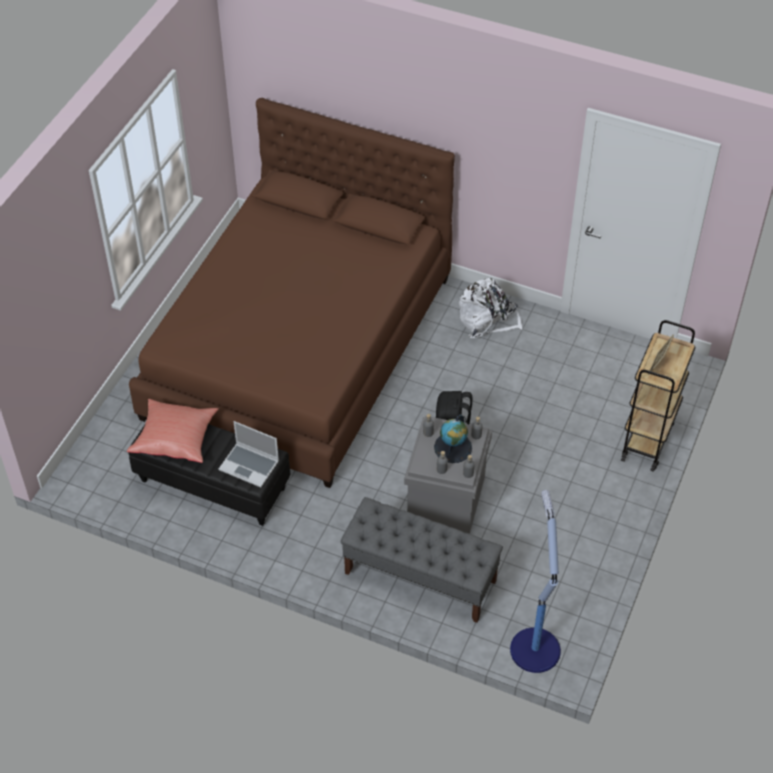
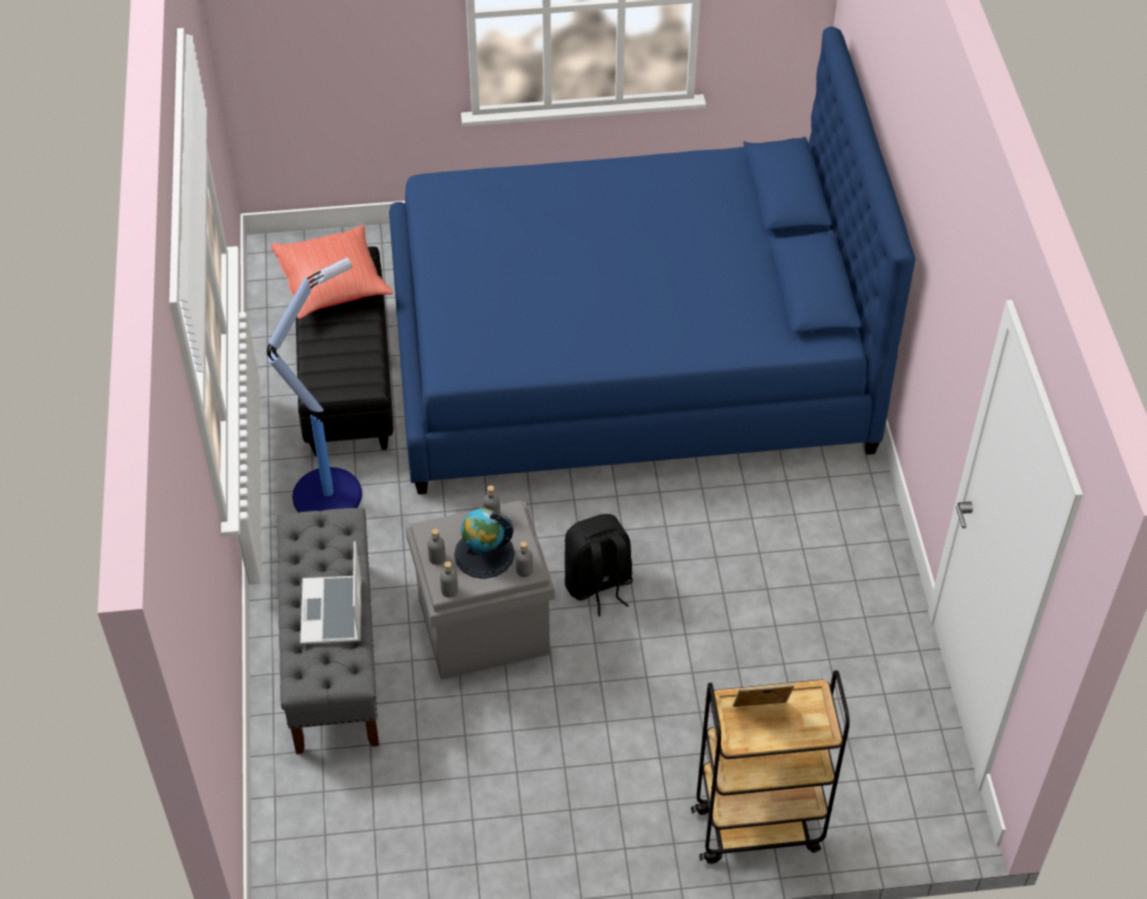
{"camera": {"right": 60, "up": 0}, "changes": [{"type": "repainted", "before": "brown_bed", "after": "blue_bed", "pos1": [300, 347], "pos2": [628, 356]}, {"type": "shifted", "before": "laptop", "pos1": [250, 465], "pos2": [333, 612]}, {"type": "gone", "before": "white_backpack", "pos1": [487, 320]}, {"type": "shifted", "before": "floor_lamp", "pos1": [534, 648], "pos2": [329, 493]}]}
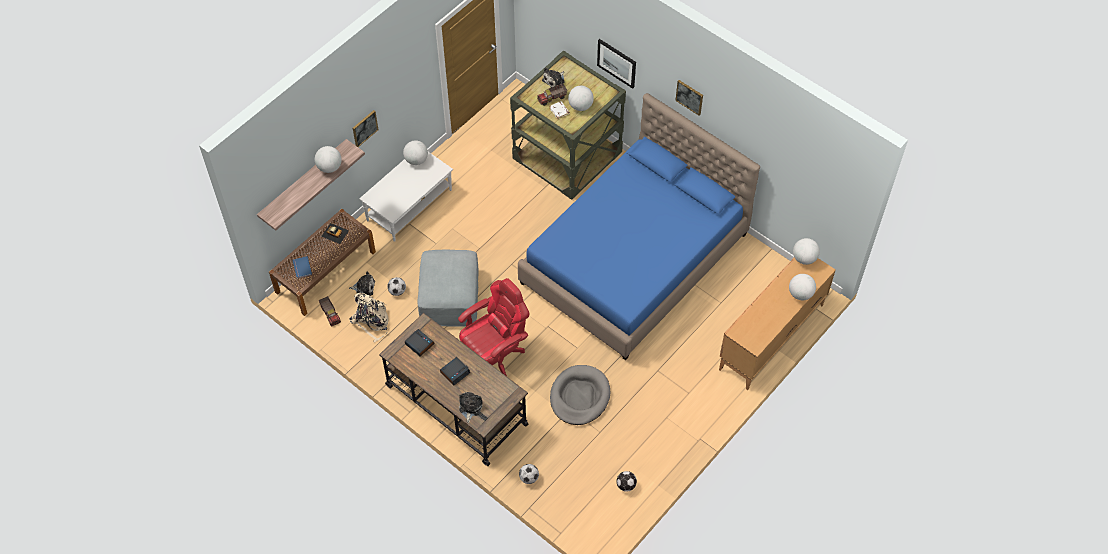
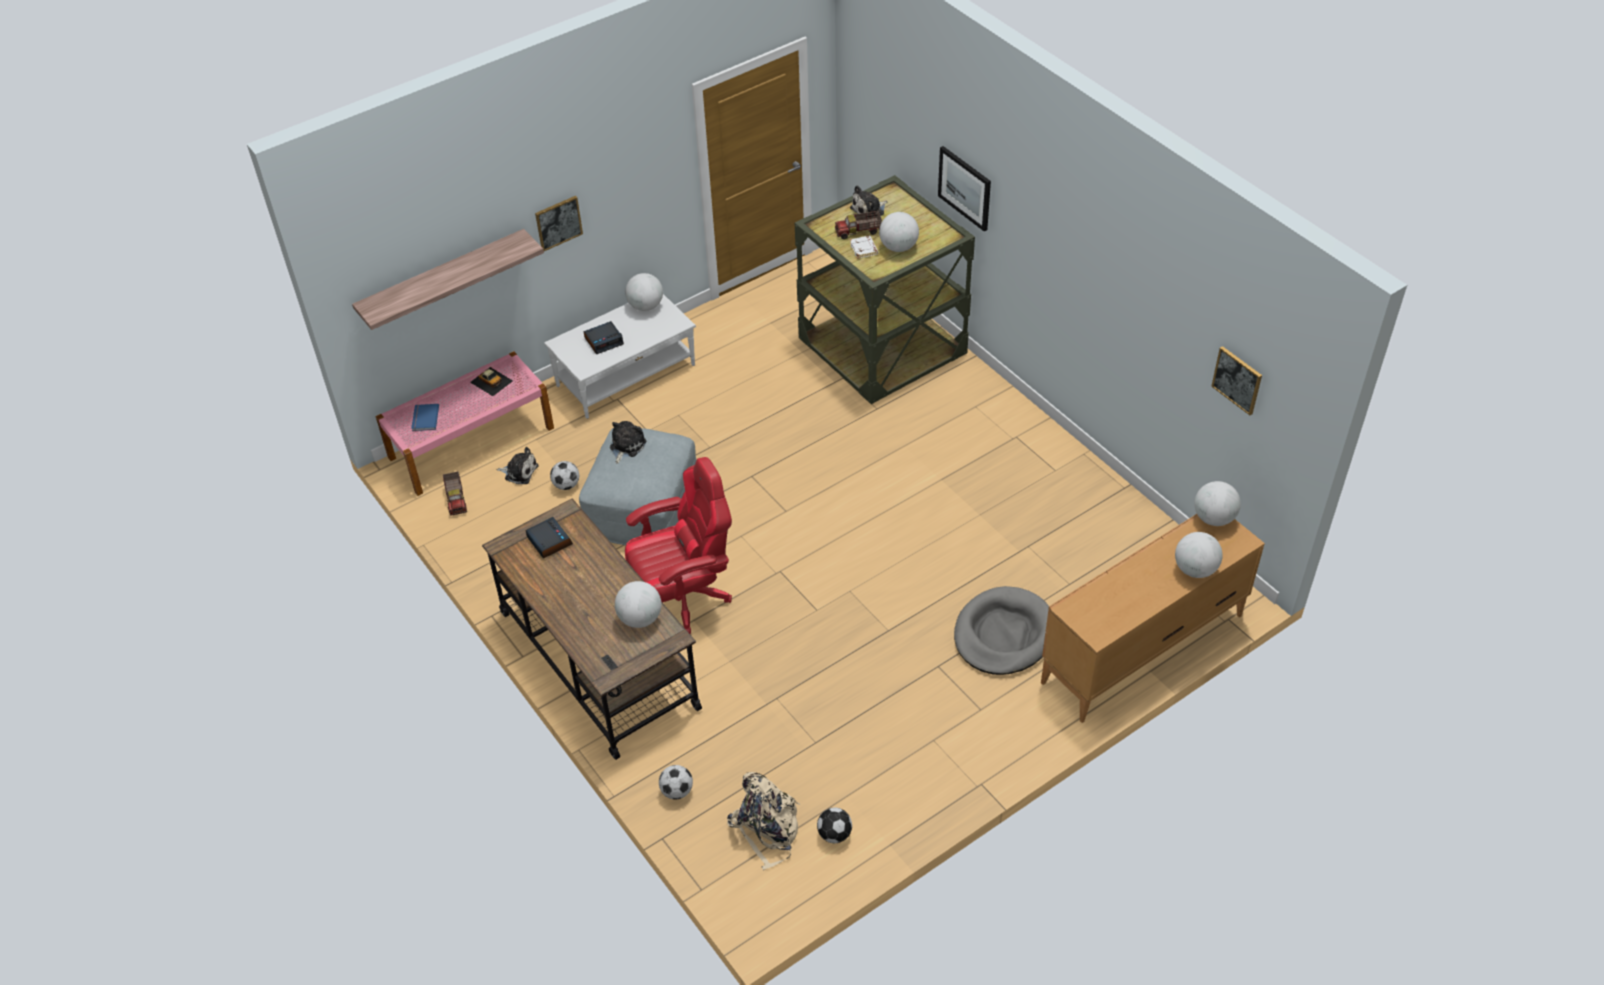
{"camera": {"right": 15, "up": -10}, "changes": [{"type": "repainted", "before": "brown_bench", "after": "pink_bench", "pos1": [325, 271], "pos2": [471, 442]}, {"type": "shifted", "before": "globe", "pos1": [329, 167], "pos2": [640, 618]}, {"type": "shifted", "before": "beige_backpack", "pos1": [371, 321], "pos2": [767, 829]}, {"type": "shifted", "before": "alarm_clock", "pos1": [455, 372], "pos2": [604, 341]}, {"type": "shifted", "before": "plush_toy", "pos1": [470, 407], "pos2": [626, 446]}, {"type": "gone", "before": "blue_bed", "pos1": [634, 258]}, {"type": "shifted", "before": "grey_dog_bed", "pos1": [579, 396], "pos2": [1003, 634]}, {"type": "shifted", "before": "picture", "pos1": [689, 97], "pos2": [1237, 380]}]}
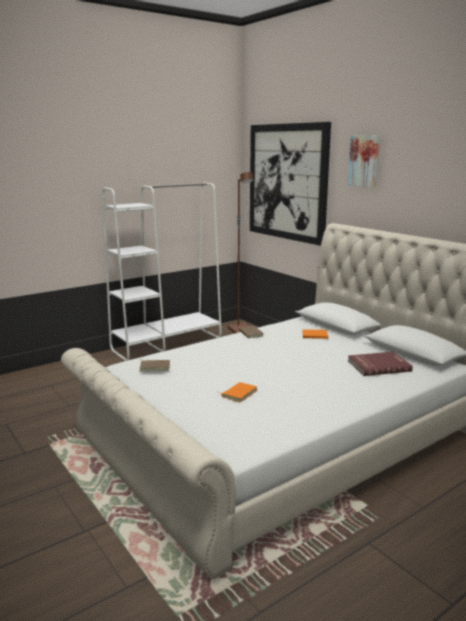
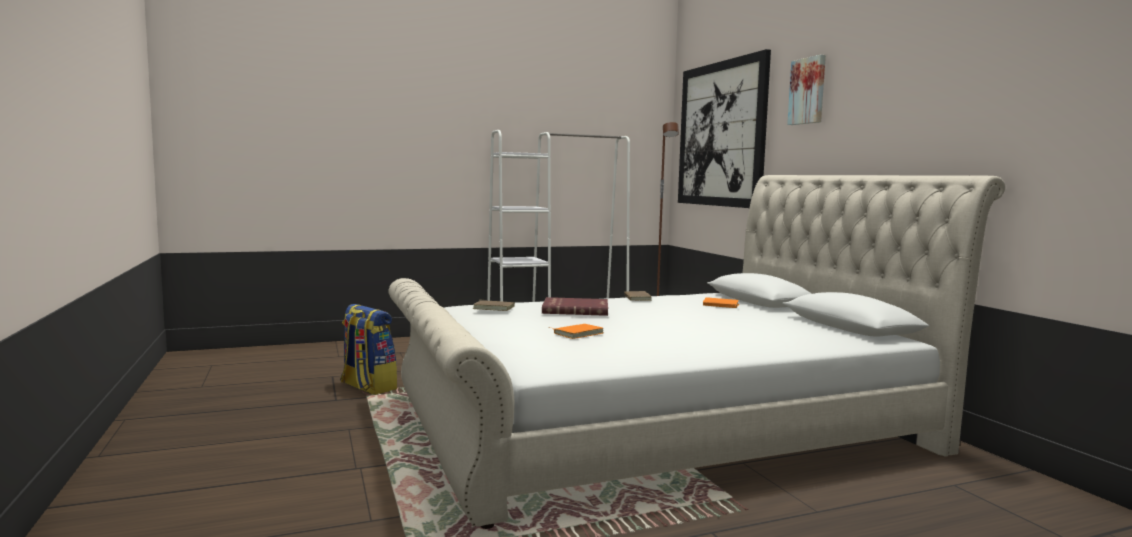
{"camera": {"right": 15, "up": -10}, "changes": [{"type": "shifted", "before": "red_book", "pos1": [378, 365], "pos2": [575, 309]}, {"type": "new", "after": "backpack", "pos2": [367, 387]}]}
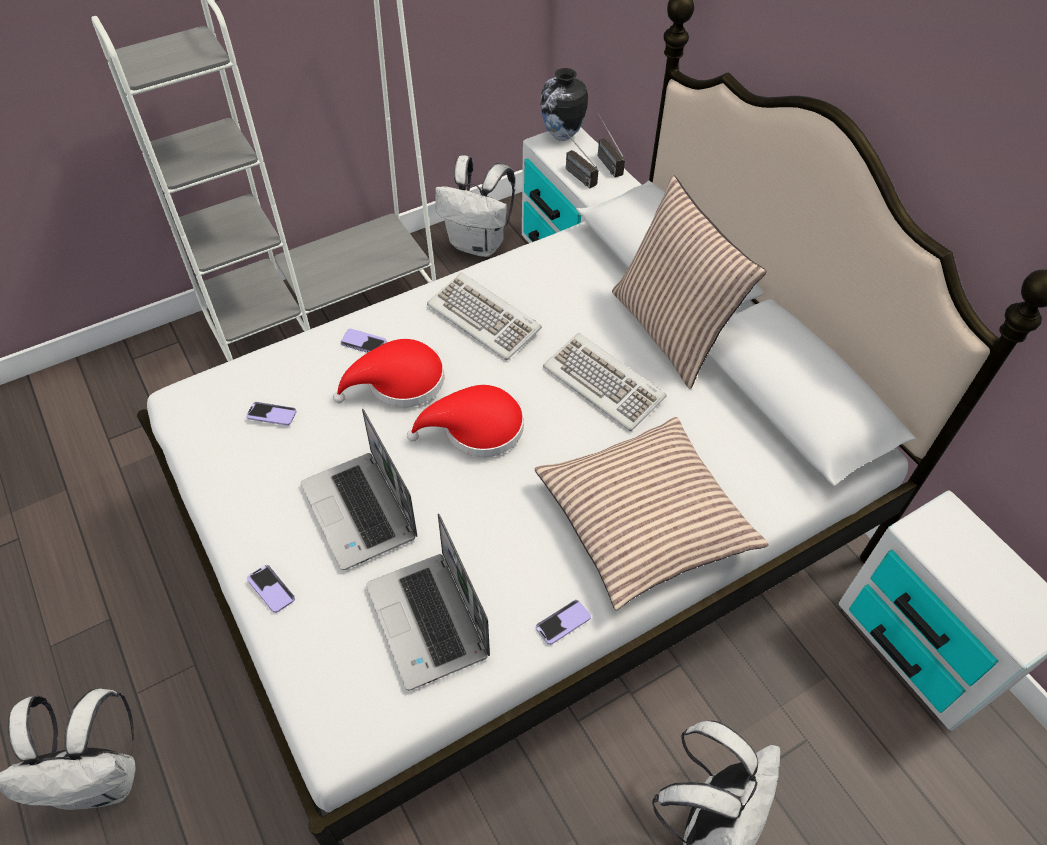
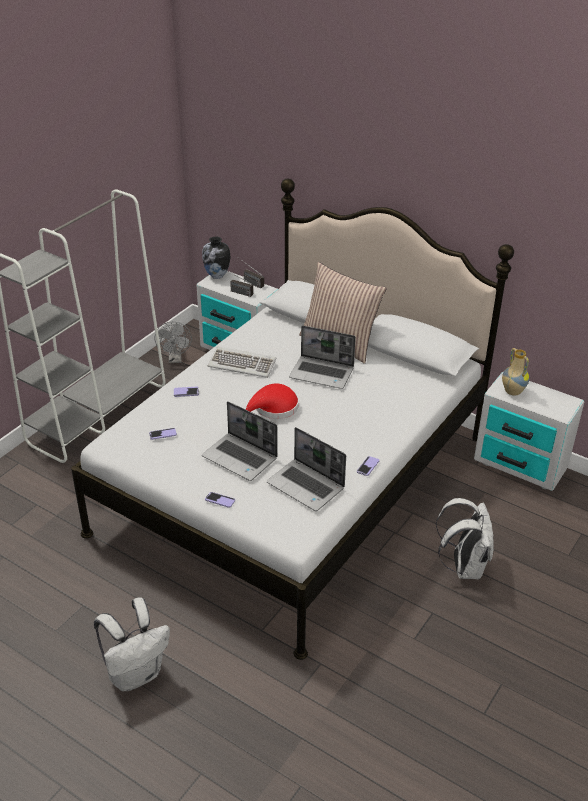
{"camera": {"right": -25, "up": -15}, "changes": [{"type": "gone", "before": "red_hat", "pos1": [399, 382]}, {"type": "swapped", "before": "white_backpack", "after": "grey_fan", "pos1": [478, 244], "pos2": [175, 359]}, {"type": "gone", "before": "pillow", "pos1": [645, 520]}, {"type": "swapped", "before": "keyboard", "after": "laptop", "pos1": [604, 383], "pos2": [322, 373]}, {"type": "new", "after": "vase", "pos2": [512, 392]}]}
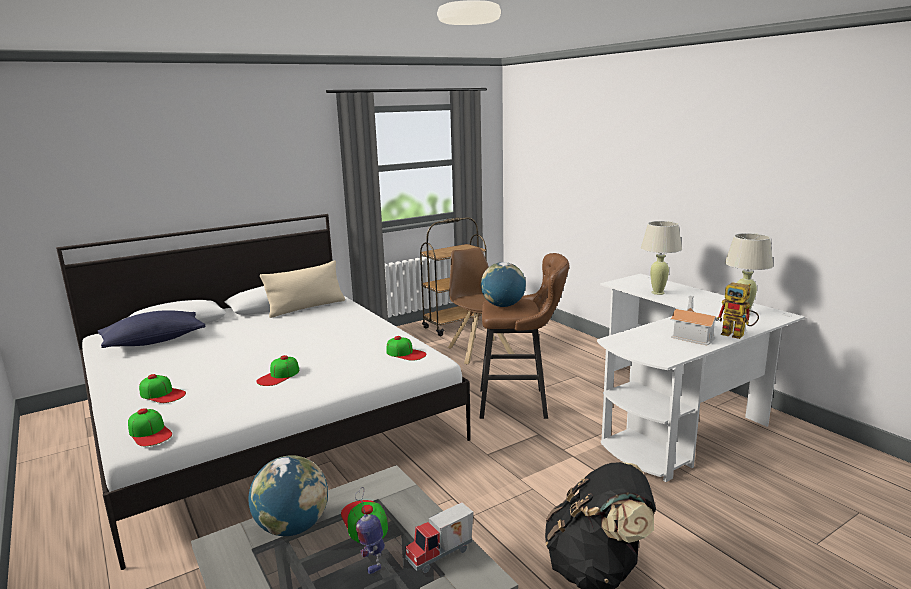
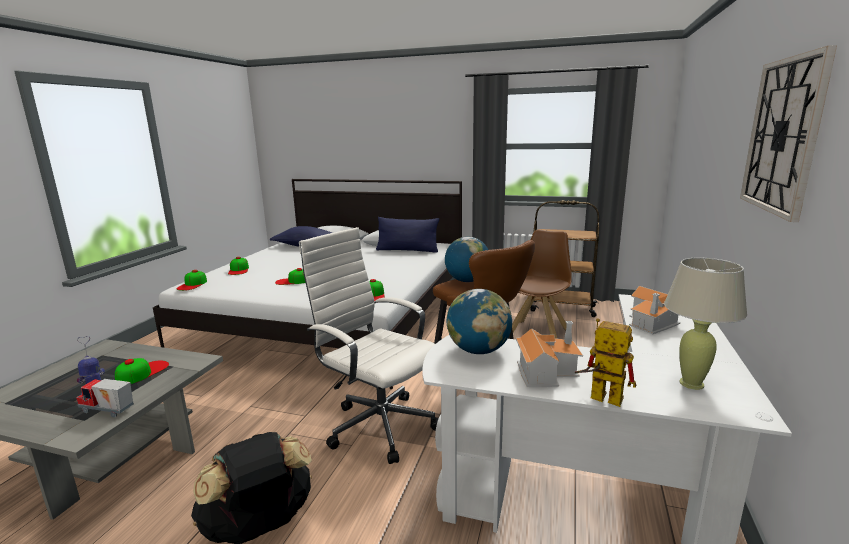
{"camera": {"right": 50, "up": 0}, "changes": [{"type": "shifted", "before": "globe", "pos1": [292, 527], "pos2": [478, 350]}, {"type": "repainted", "before": "beige_pillow", "after": "blue_pillow", "pos1": [306, 307], "pos2": [407, 250]}, {"type": "swapped", "before": "beige_table_lamp", "after": "toy_house", "pos1": [658, 293], "pos2": [652, 323]}, {"type": "rotated", "before": "toy_robot", "pos1": [738, 335], "pos2": [598, 397], "turn": 120}, {"type": "new", "after": "white_office_chair", "pos2": [378, 424]}, {"type": "new", "after": "wall_clock", "pos2": [783, 136]}]}
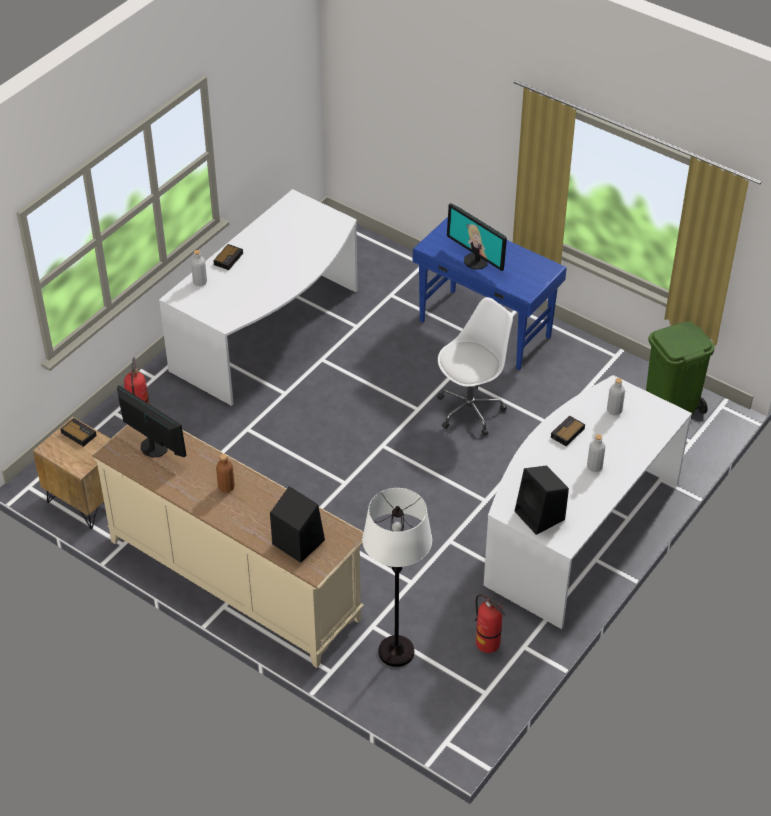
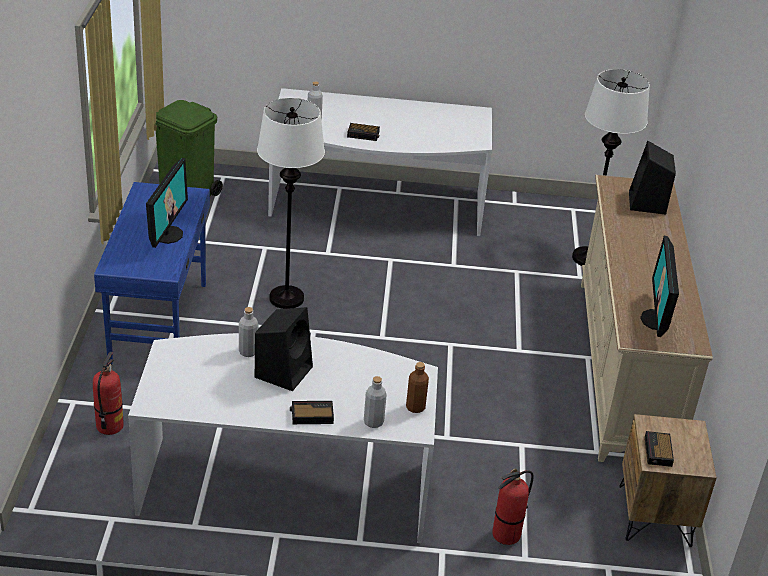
{"camera": {"right": -125, "up": -10}, "changes": [{"type": "shifted", "before": "brown_bottle", "pos1": [226, 487], "pos2": [415, 407]}, {"type": "swapped", "before": "white_office_chair", "after": "white_floor_lamp", "pos1": [471, 410], "pos2": [286, 298]}, {"type": "shifted", "before": "fire_extinguisher", "pos1": [488, 643], "pos2": [109, 426]}, {"type": "shifted", "before": "black_speaker", "pos1": [540, 516], "pos2": [284, 371]}, {"type": "shifted", "before": "grey_bottle", "pos1": [594, 467], "pos2": [248, 352]}]}
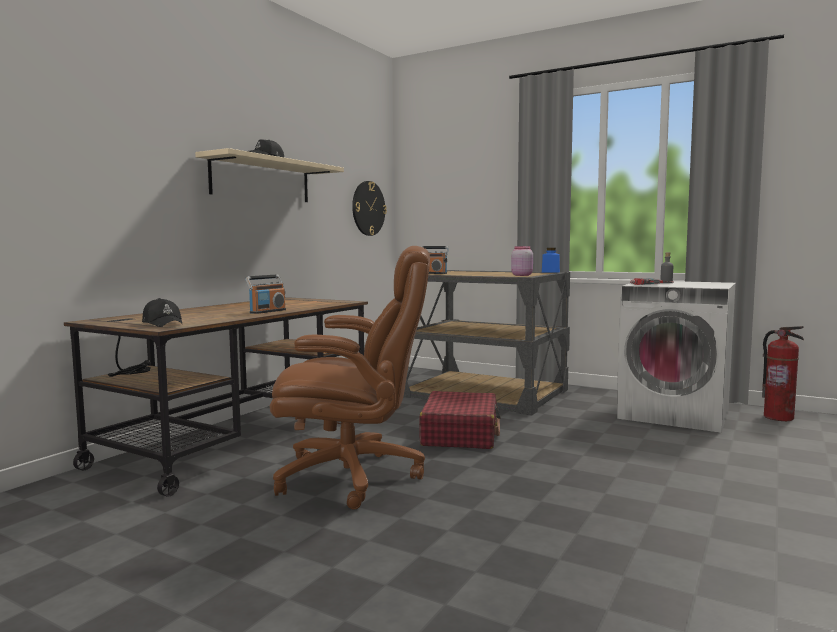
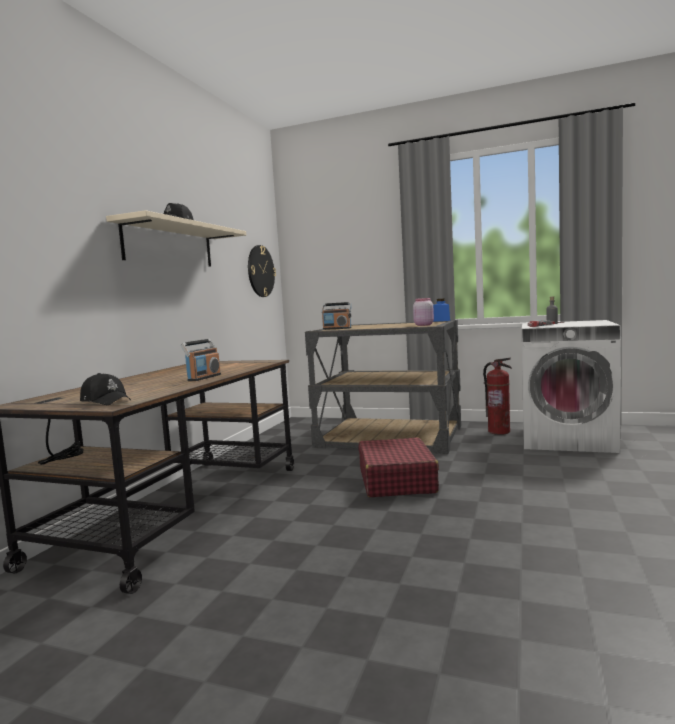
{"camera": {"right": -10, "up": 0}, "changes": [{"type": "gone", "before": "brown_office_chair", "pos1": [357, 479]}, {"type": "shifted", "before": "fire_extinguisher", "pos1": [778, 417], "pos2": [499, 432]}]}
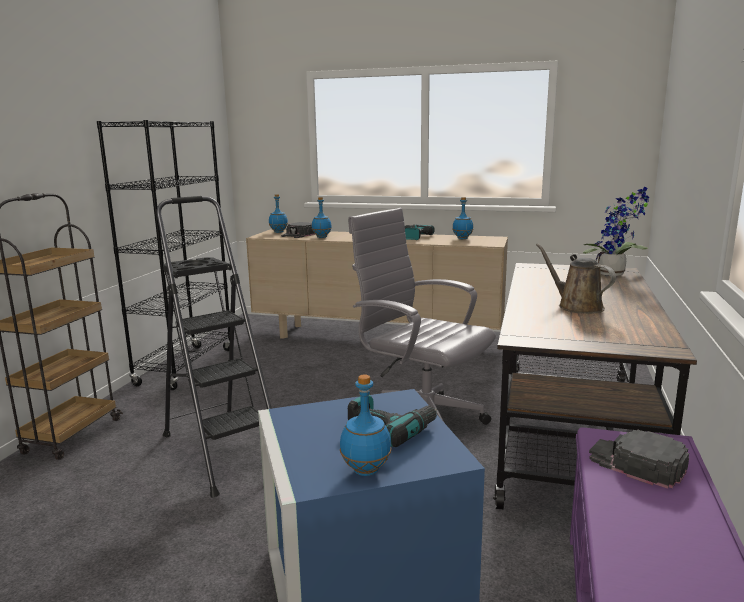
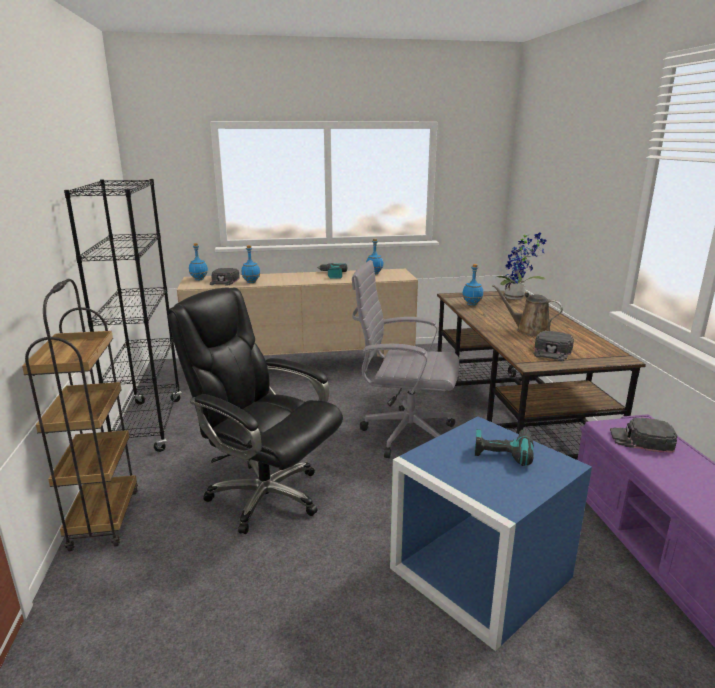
{"camera": {"right": -25, "up": 5}, "changes": [{"type": "swapped", "before": "step_ladder", "after": "black_office_chair", "pos1": [221, 450], "pos2": [268, 497]}, {"type": "shifted", "before": "blue_bottle", "pos1": [366, 471], "pos2": [472, 304]}, {"type": "new", "after": "black_cap", "pos2": [552, 351]}]}
